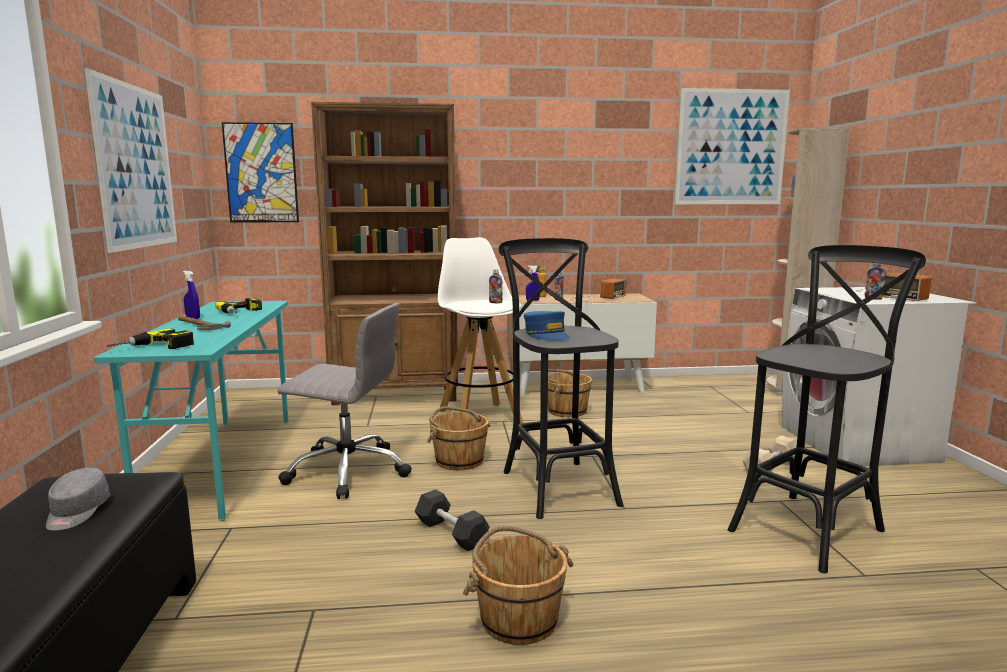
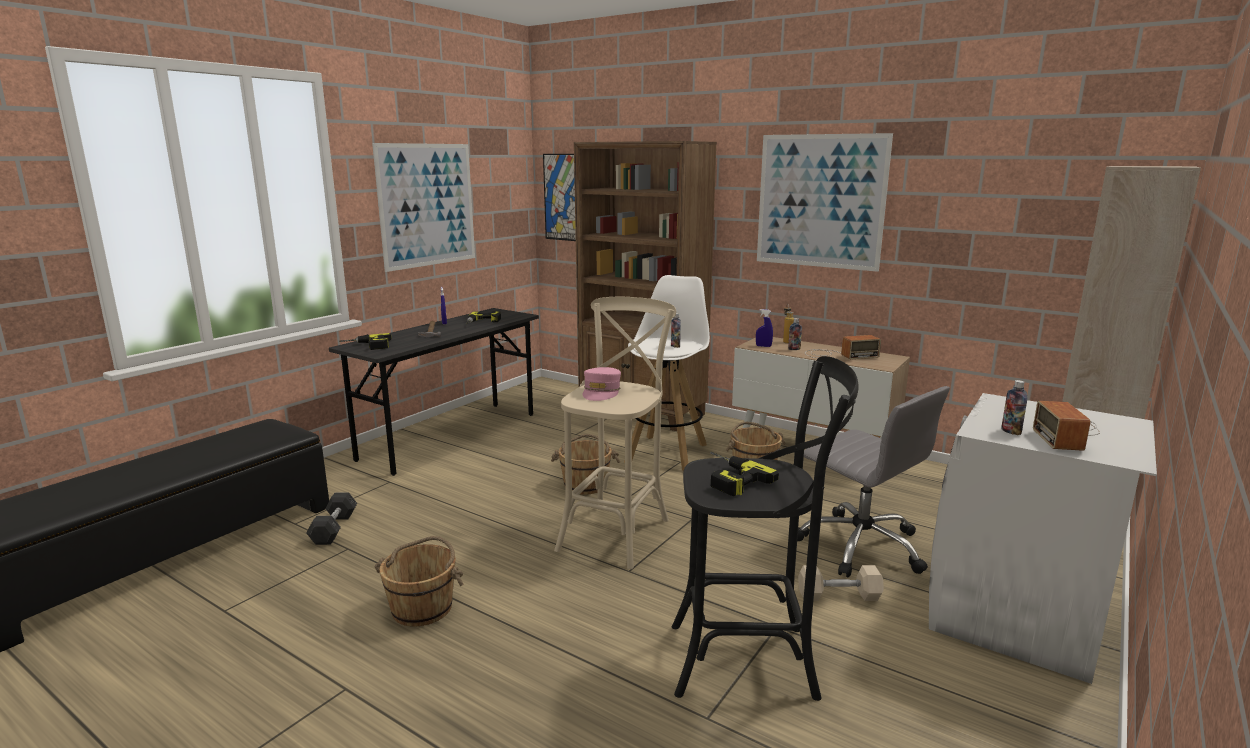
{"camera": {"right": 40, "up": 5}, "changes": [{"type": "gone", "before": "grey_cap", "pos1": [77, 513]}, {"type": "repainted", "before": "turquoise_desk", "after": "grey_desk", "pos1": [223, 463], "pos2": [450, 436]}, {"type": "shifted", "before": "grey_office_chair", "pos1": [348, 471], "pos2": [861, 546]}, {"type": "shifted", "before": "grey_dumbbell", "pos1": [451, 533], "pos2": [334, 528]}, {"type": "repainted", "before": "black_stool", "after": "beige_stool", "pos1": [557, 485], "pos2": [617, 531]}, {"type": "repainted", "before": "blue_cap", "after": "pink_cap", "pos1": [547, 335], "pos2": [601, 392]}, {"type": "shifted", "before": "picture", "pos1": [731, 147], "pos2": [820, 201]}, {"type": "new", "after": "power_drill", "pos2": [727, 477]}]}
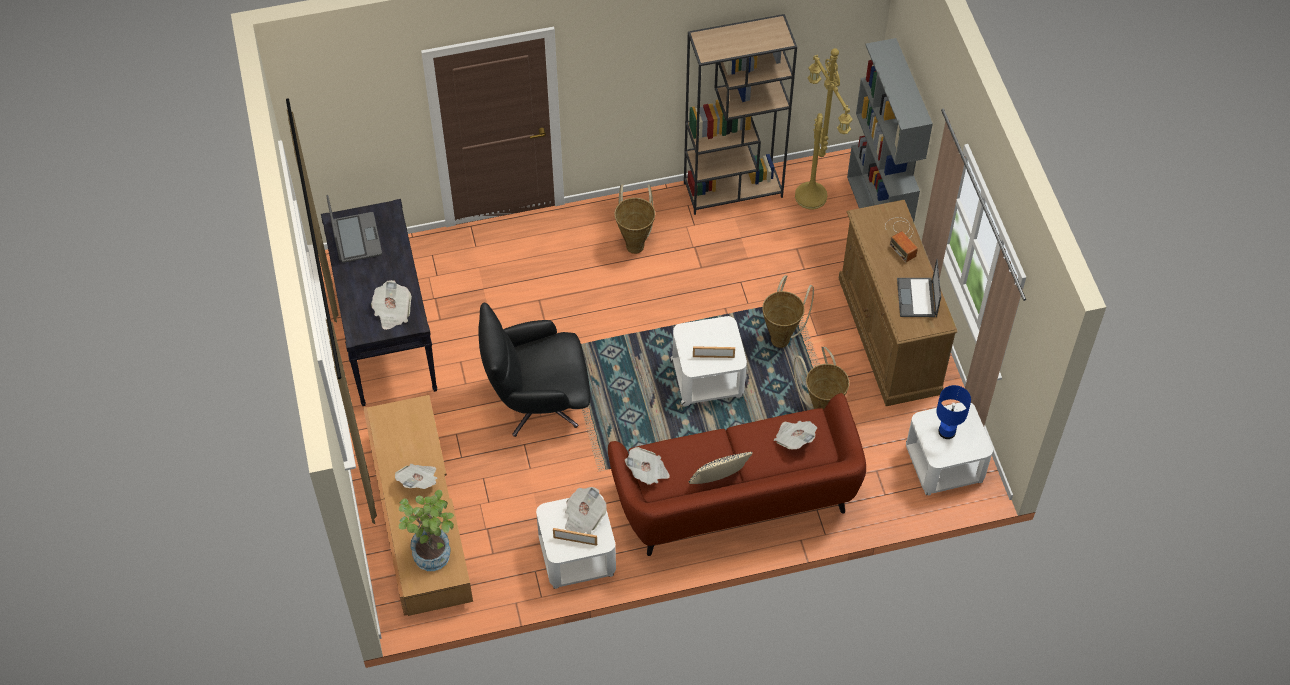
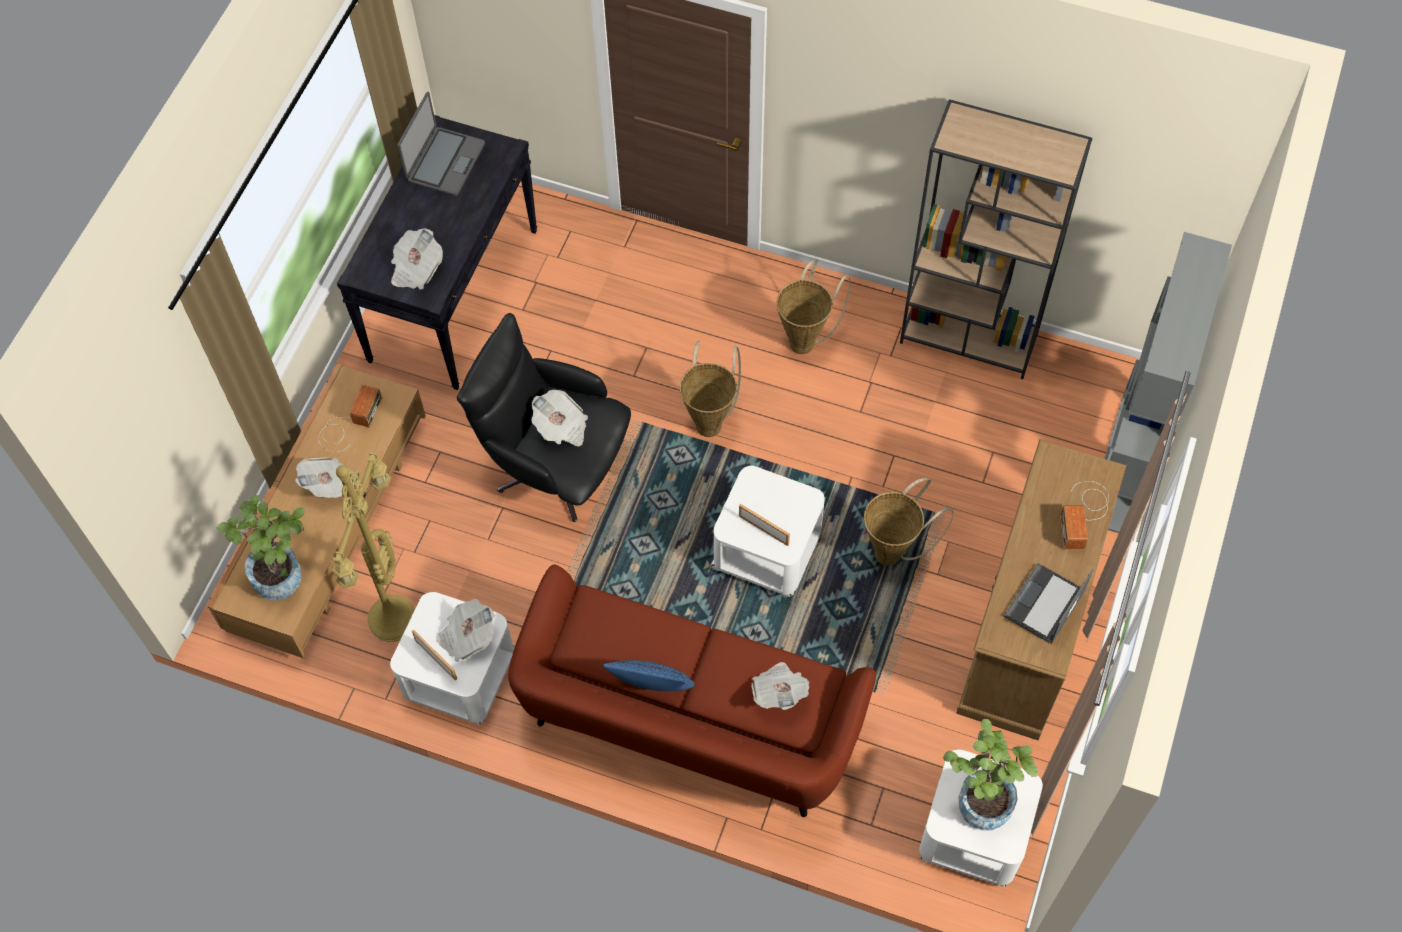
{"camera": {"right": 35, "up": 5}, "changes": [{"type": "shifted", "before": "newspaper", "pos1": [647, 472], "pos2": [561, 427]}, {"type": "repainted", "before": "beige_pillow", "after": "blue_pillow", "pos1": [719, 480], "pos2": [651, 688]}, {"type": "shifted", "before": "basket", "pos1": [821, 408], "pos2": [710, 420]}, {"type": "shifted", "before": "yellow_floor_lamp", "pos1": [813, 197], "pos2": [395, 621]}, {"type": "swapped", "before": "blue_table_lamp", "after": "potted_plant", "pos1": [947, 431], "pos2": [981, 798]}, {"type": "new", "after": "radio", "pos2": [348, 424]}]}
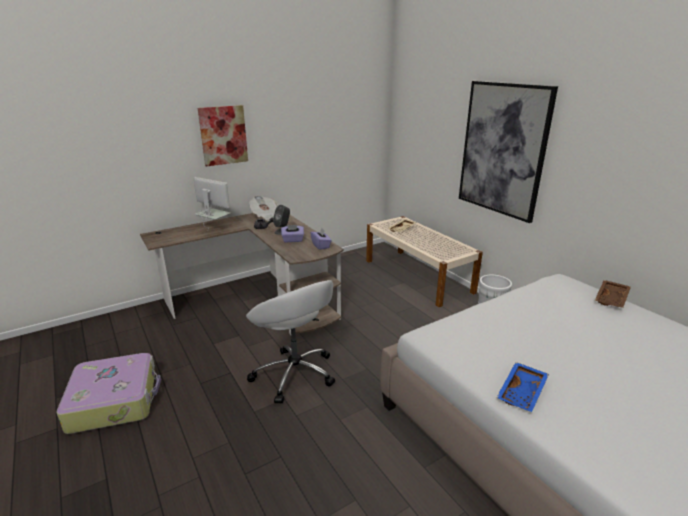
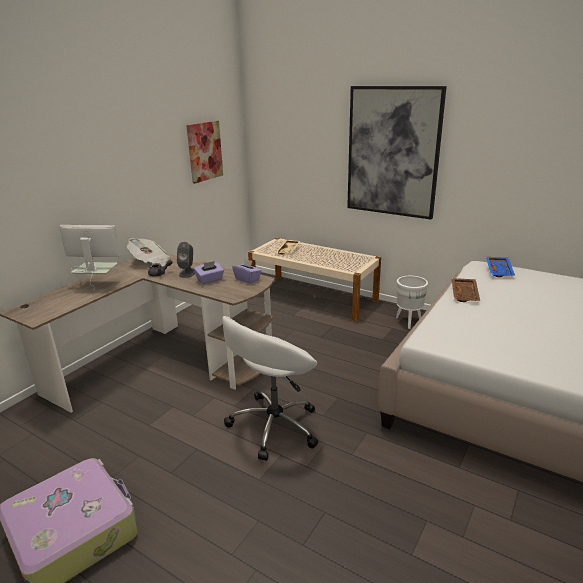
{"camera": {"right": -25, "up": 0}, "changes": [{"type": "shifted", "before": "picture", "pos1": [223, 135], "pos2": [204, 151]}, {"type": "rotated", "before": "white_office_chair", "pos1": [295, 375], "pos2": [272, 427], "turn": 105}, {"type": "shifted", "before": "blue_tray", "pos1": [522, 393], "pos2": [500, 271]}, {"type": "shifted", "before": "brown_tray", "pos1": [612, 299], "pos2": [465, 294]}]}
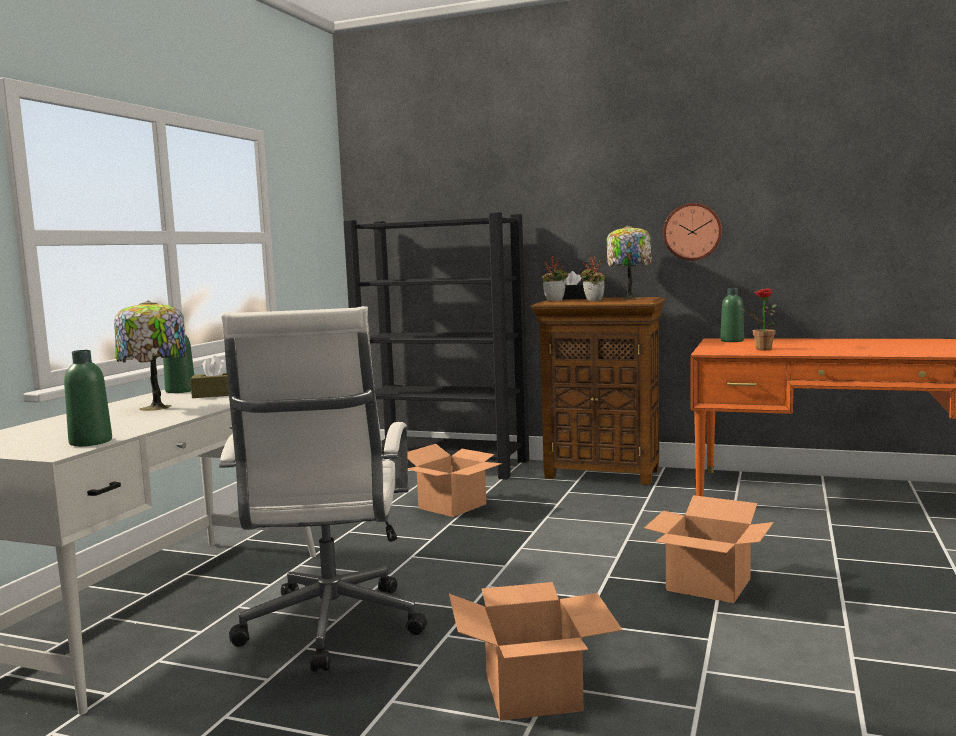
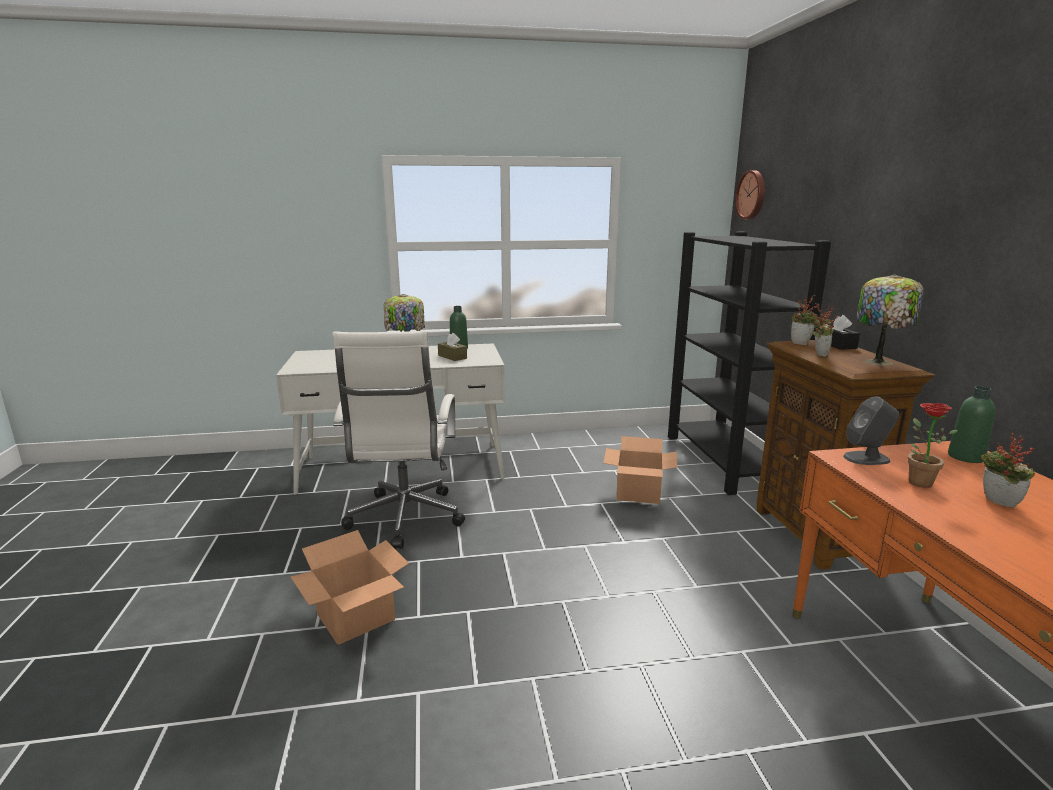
{"camera": {"right": 60, "up": 10}, "changes": [{"type": "gone", "before": "green_bottle", "pos1": [91, 442]}, {"type": "rotated", "before": "white_office_chair", "pos1": [330, 630], "pos2": [405, 520], "turn": -60}, {"type": "gone", "before": "cardboard_box", "pos1": [710, 585]}, {"type": "shifted", "before": "wall_clock", "pos1": [692, 232], "pos2": [752, 195]}, {"type": "new", "after": "grey_speaker", "pos2": [867, 458]}, {"type": "new", "after": "potted_plant", "pos2": [996, 503]}]}
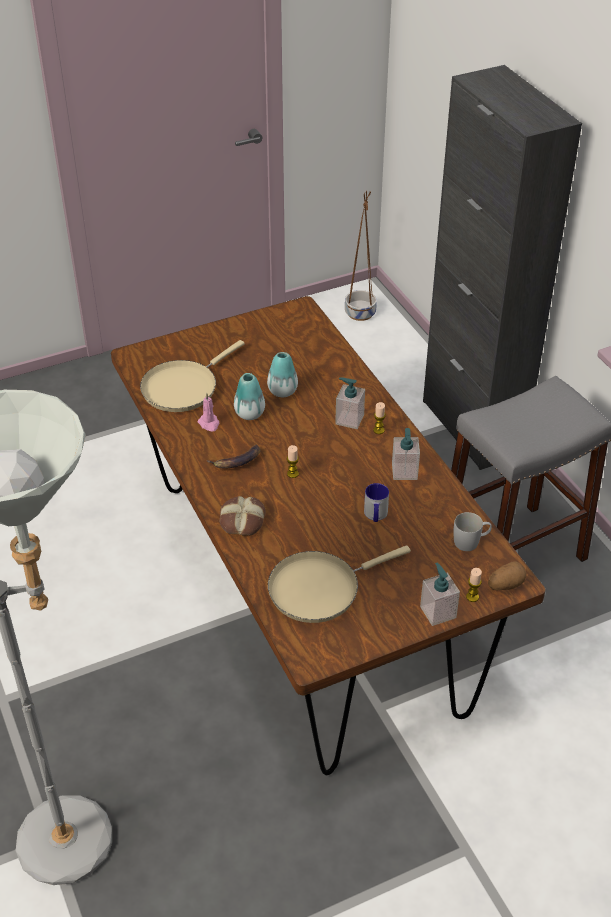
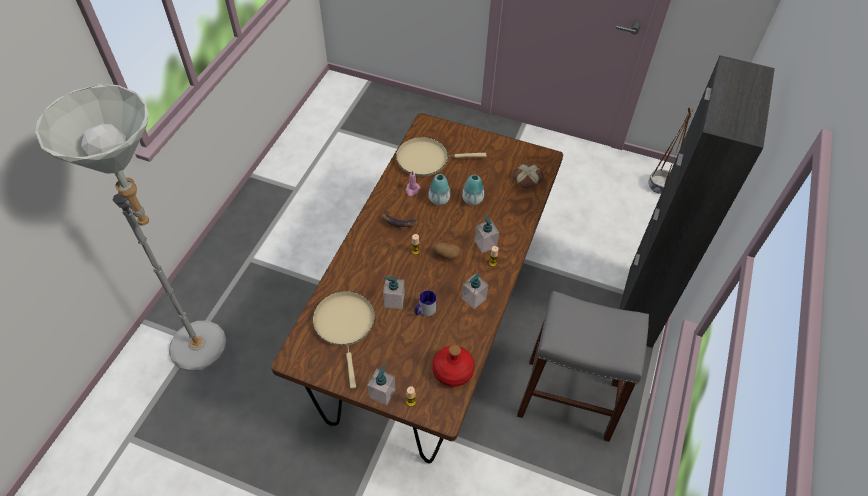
{"camera": {"right": 45, "up": 10}, "changes": [{"type": "shifted", "before": "bread", "pos1": [241, 520], "pos2": [527, 178]}, {"type": "rotated", "before": "beige_frying_pan", "pos1": [319, 588], "pos2": [345, 325], "turn": 60}, {"type": "swapped", "before": "white_mug", "after": "red_bottle", "pos1": [471, 541], "pos2": [453, 370]}, {"type": "shifted", "before": "potato", "pos1": [505, 585], "pos2": [446, 255]}, {"type": "new", "after": "soap_dispenser", "pos2": [394, 300]}]}
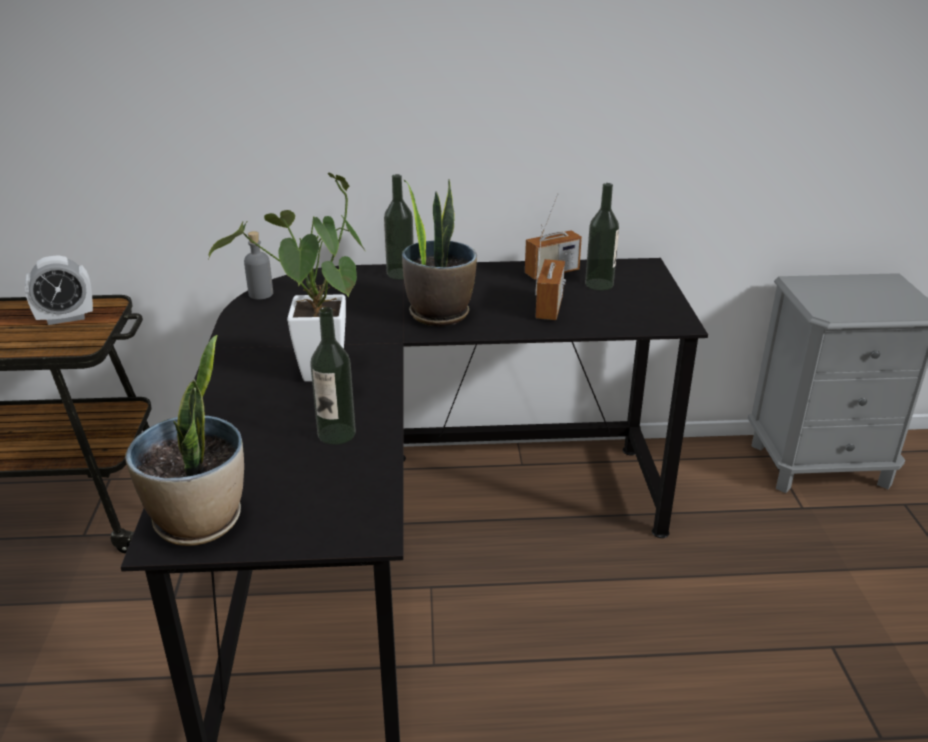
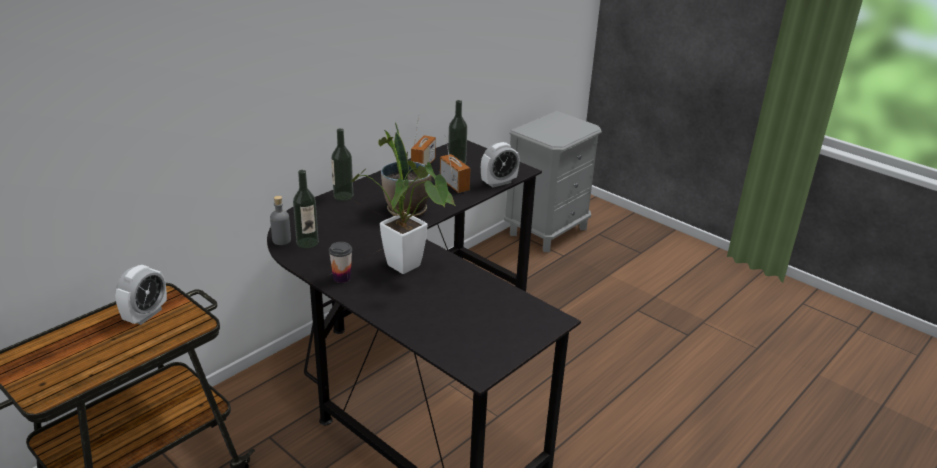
{"camera": {"right": -45, "up": 0}, "changes": [{"type": "gone", "before": "potted_plant", "pos1": [200, 521]}, {"type": "shifted", "before": "bottle", "pos1": [336, 434], "pos2": [307, 243]}, {"type": "new", "after": "cup", "pos2": [342, 278]}, {"type": "new", "after": "alarm_clock", "pos2": [498, 183]}]}
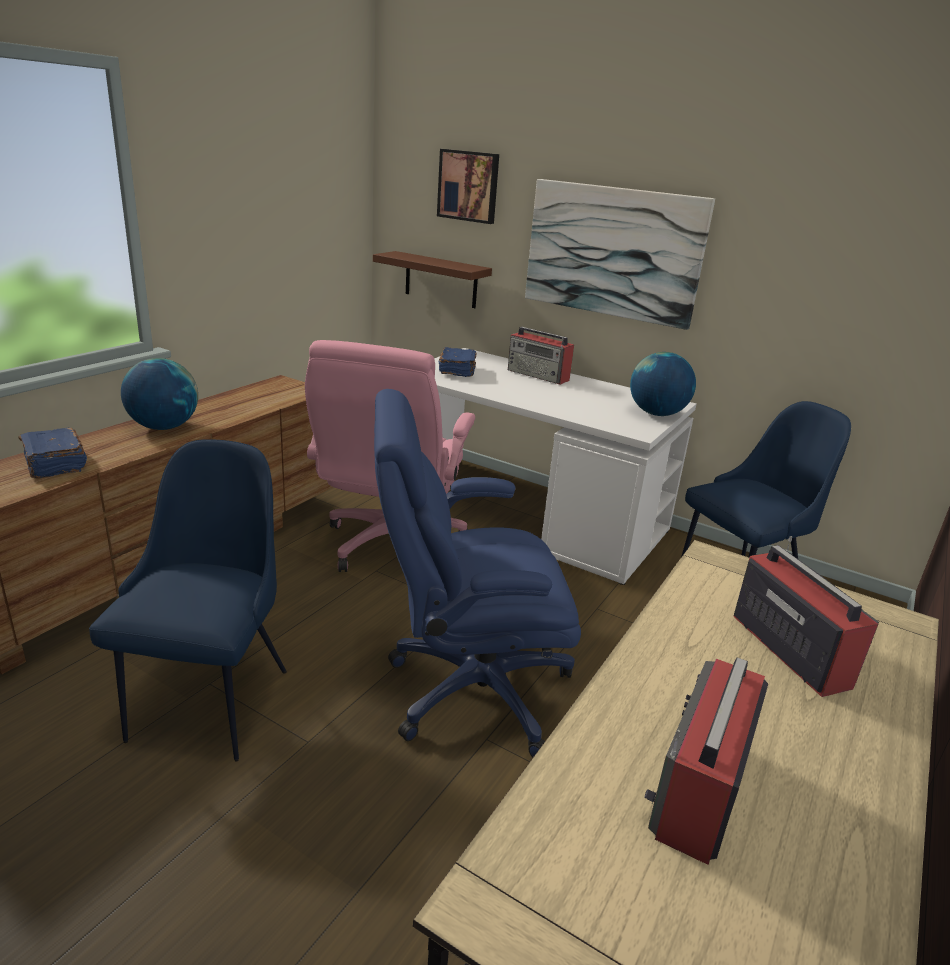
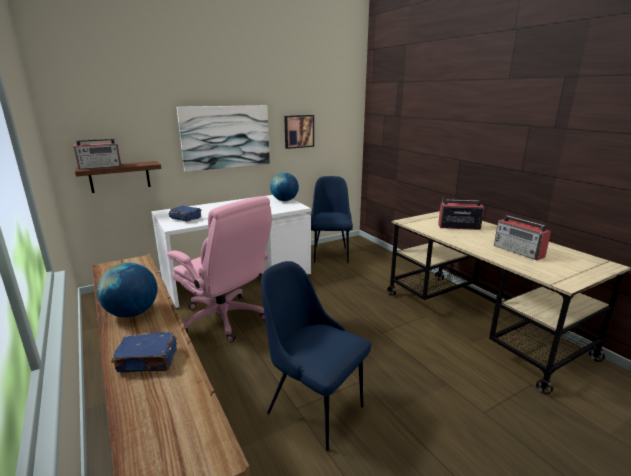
{"camera": {"right": -60, "up": -5}, "changes": [{"type": "gone", "before": "blue_office_chair", "pos1": [464, 689]}, {"type": "shifted", "before": "picture", "pos1": [469, 186], "pos2": [298, 131]}, {"type": "shifted", "before": "radio", "pos1": [538, 375], "pos2": [101, 167]}]}
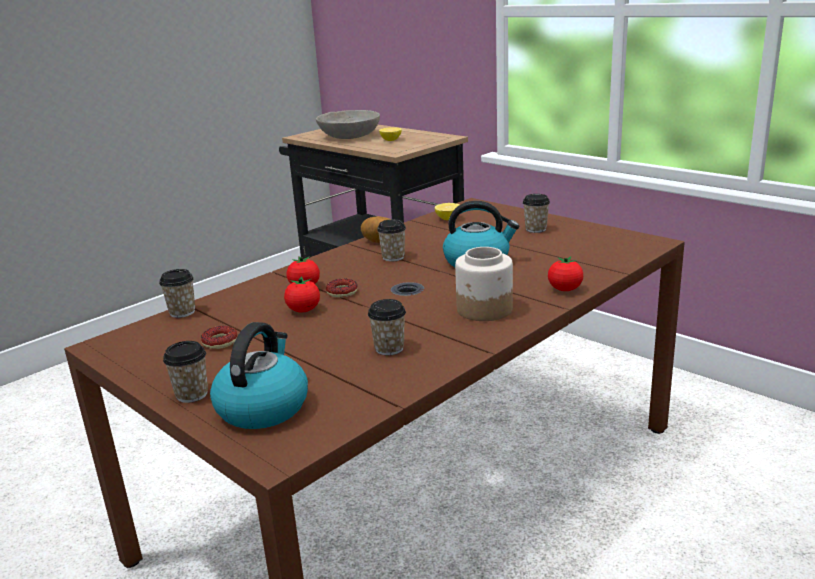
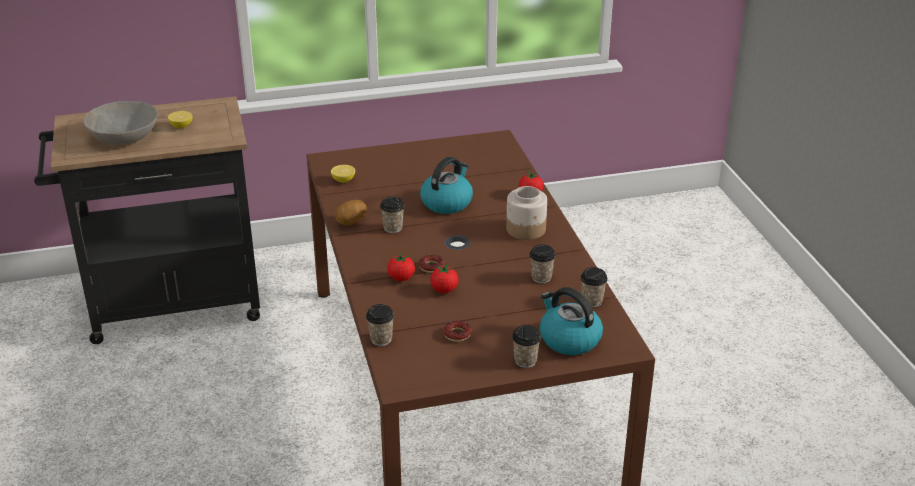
{"camera": {"right": -60, "up": 10}, "changes": [{"type": "shifted", "before": "cup", "pos1": [535, 229], "pos2": [592, 301]}]}
